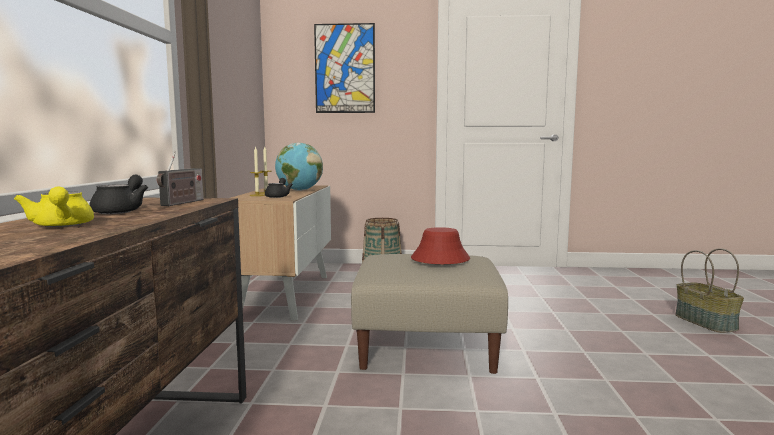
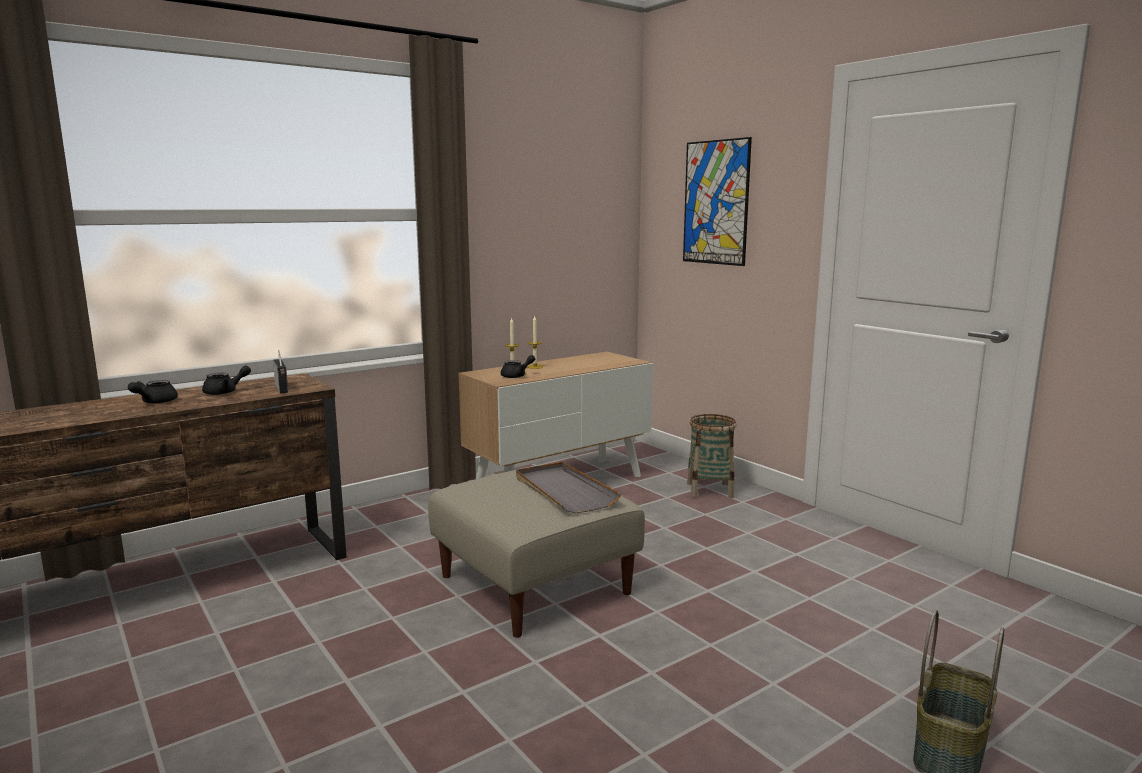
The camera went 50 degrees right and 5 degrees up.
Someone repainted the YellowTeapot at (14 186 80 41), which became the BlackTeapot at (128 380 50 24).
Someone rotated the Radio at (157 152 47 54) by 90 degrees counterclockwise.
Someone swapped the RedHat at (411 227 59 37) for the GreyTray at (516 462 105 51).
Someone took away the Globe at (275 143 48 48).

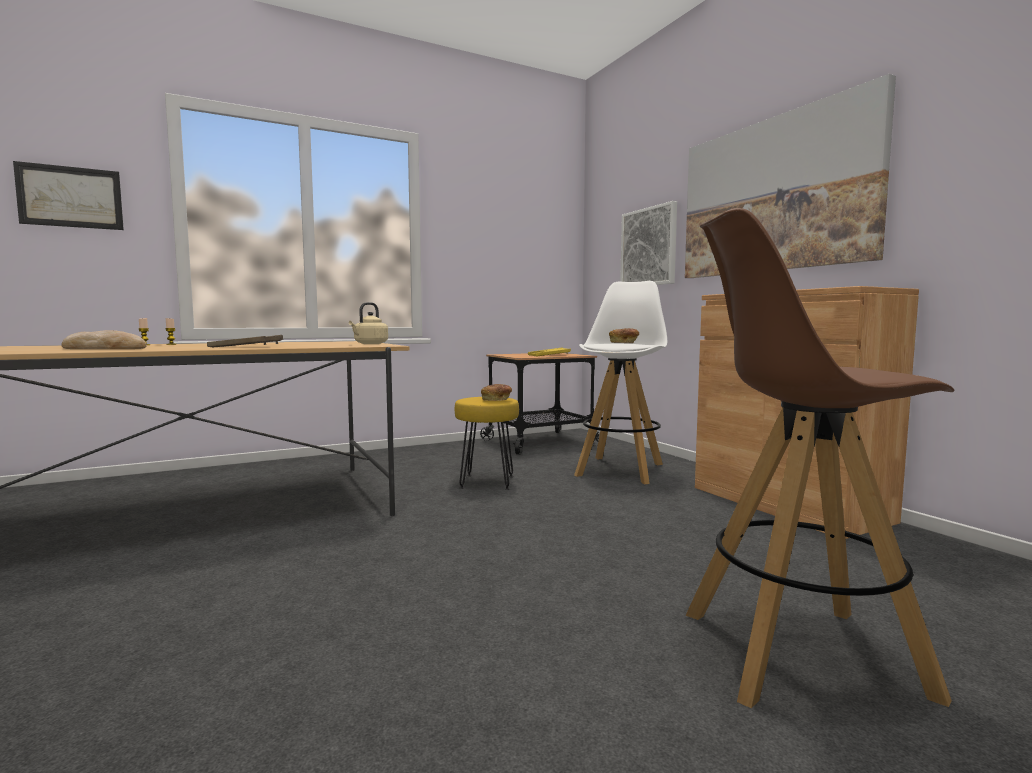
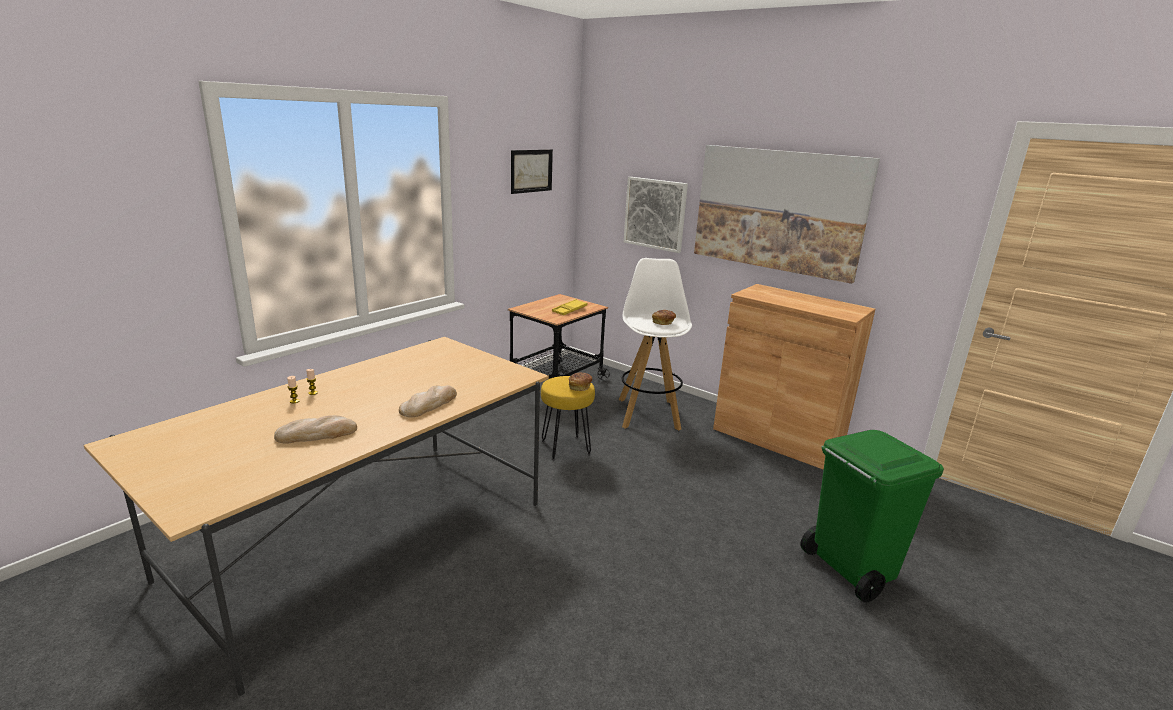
The camera went 25 degrees left and 15 degrees up.
Someone swapped the BrownTray at (207 335 76 13) for the Bread at (399 385 58 33).
Someone carried the Picture from (13 161 111 69) to (511 149 42 45).
Someone swapped the BrownStool at (685 208 270 500) for the GreenTrashCan at (801 430 143 173).
Someone took away the BeigeKettle at (349 302 39 42).

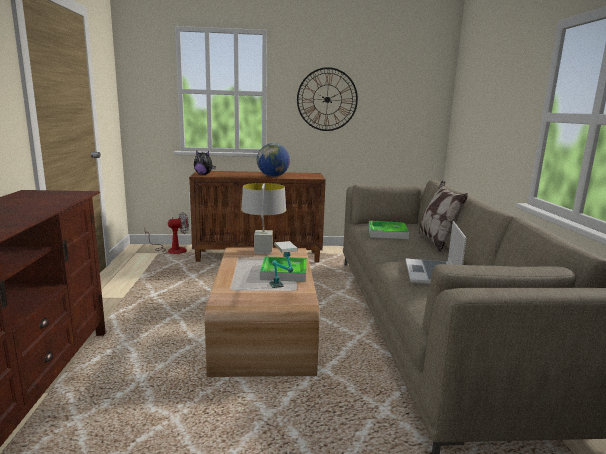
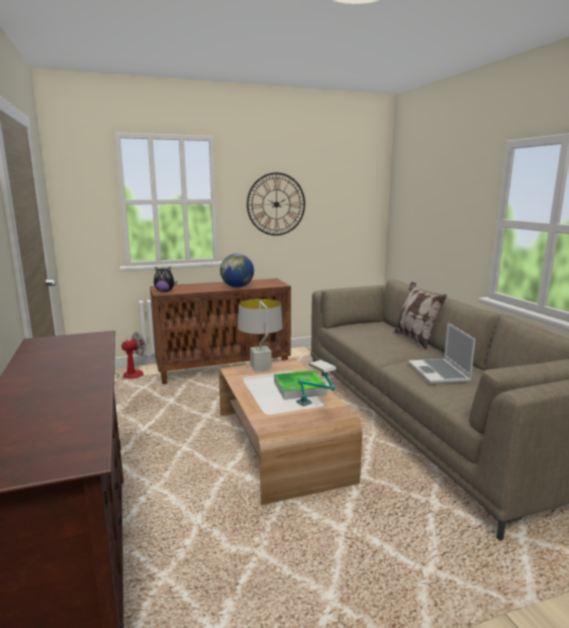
The camera went 15 degrees left and 0 degrees up.
Someone took away the Tray at (368 221 41 18).

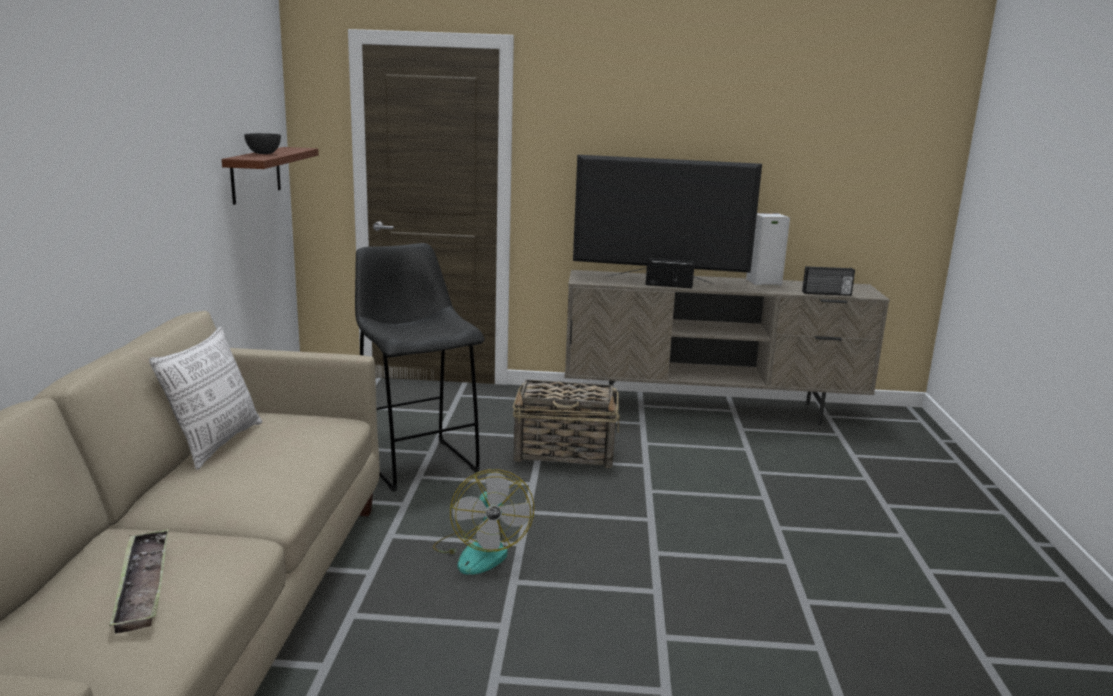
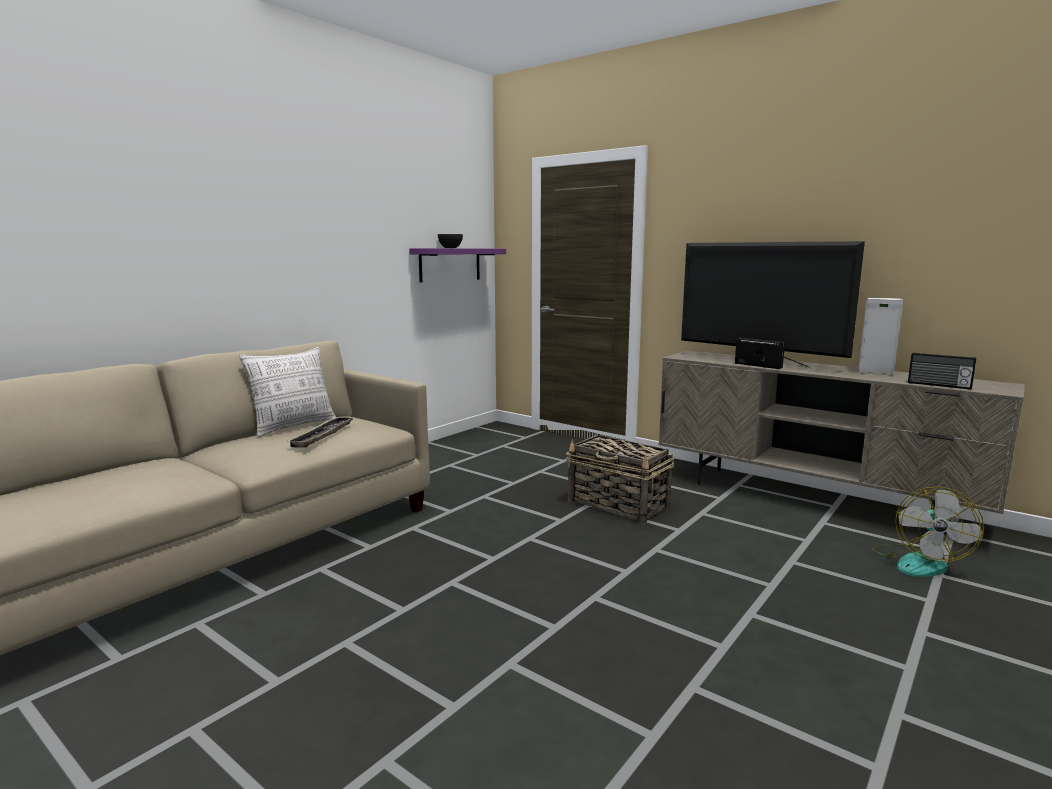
The camera went 35 degrees right and 5 degrees down.
Someone carried the Tray from (109 529 60 104) to (287 417 67 31).
Someone repainted the BrownShelf at (222 147 97 58), which became the PurpleShelf at (409 248 97 34).
Someone carried the Fan from (433 469 101 106) to (872 487 112 90).
Someone took away the BlackStool at (355 243 130 249).

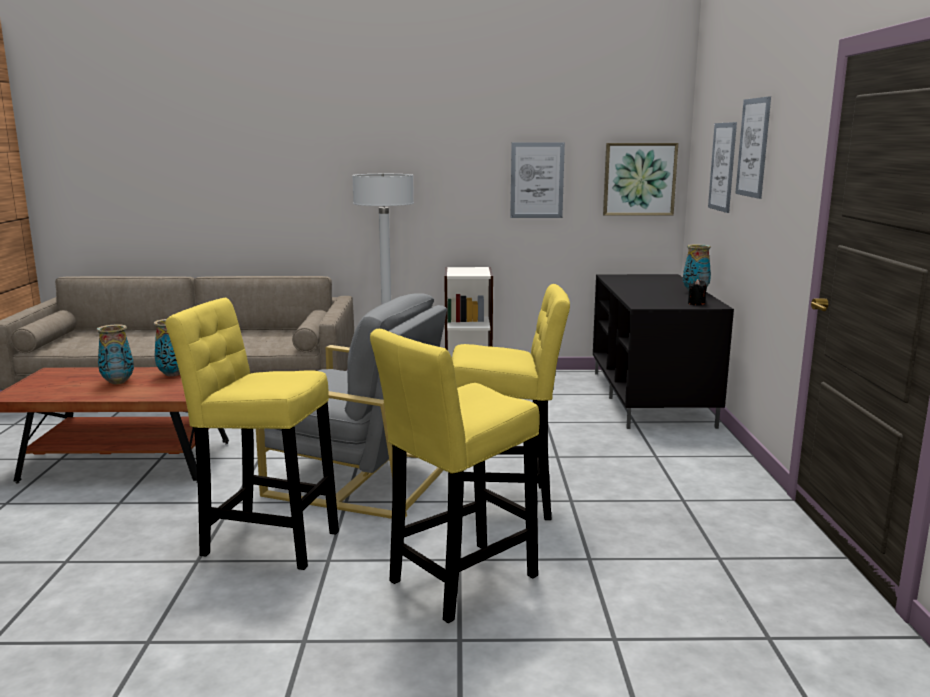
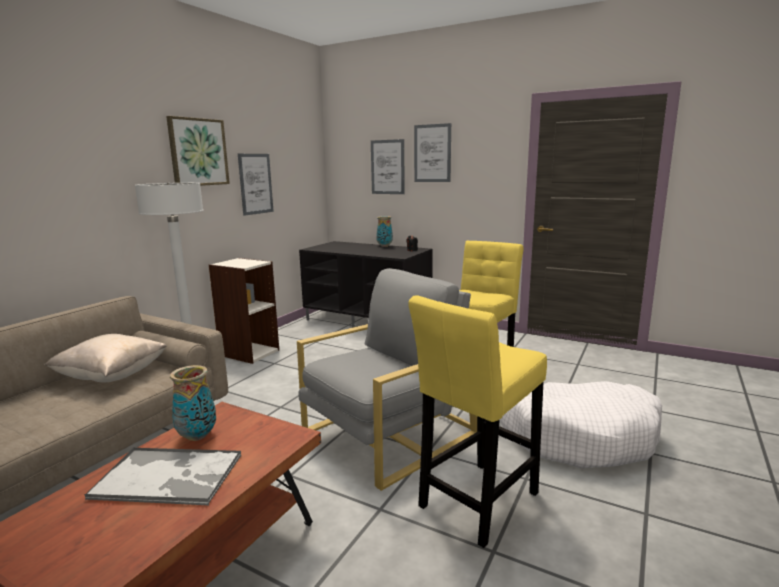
The camera went 60 degrees left and 0 degrees up.
Someone put down the BeigePillow at (44 334 123 49).
Someone swapped the Vase at (97 324 37 60) for the Tray at (84 447 157 58).
Someone carried the Picture from (603 143 75 73) to (166 116 64 70).
Someone swapped the YellowStool at (370 329 170 294) for the WhiteDogBed at (501 381 161 87).

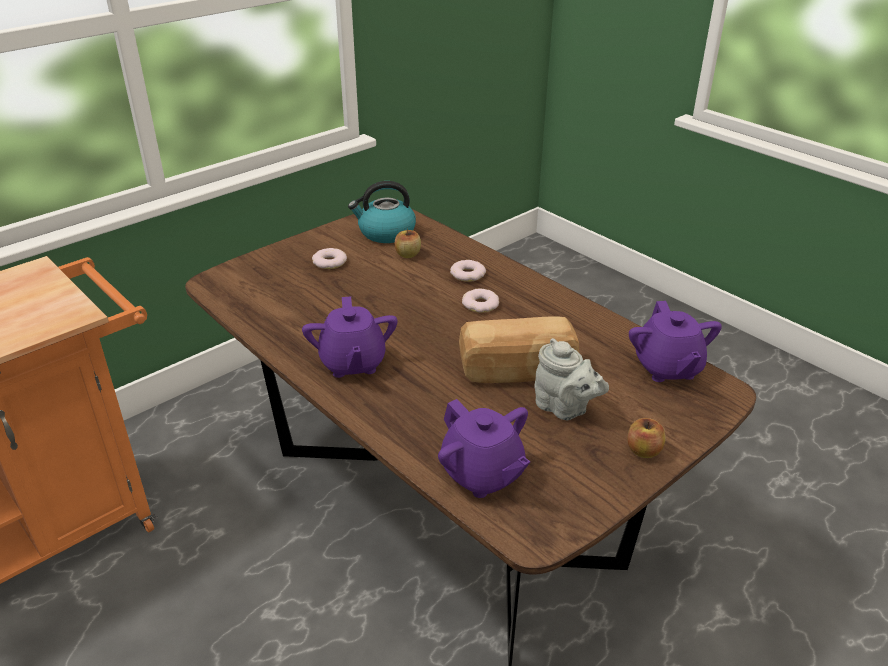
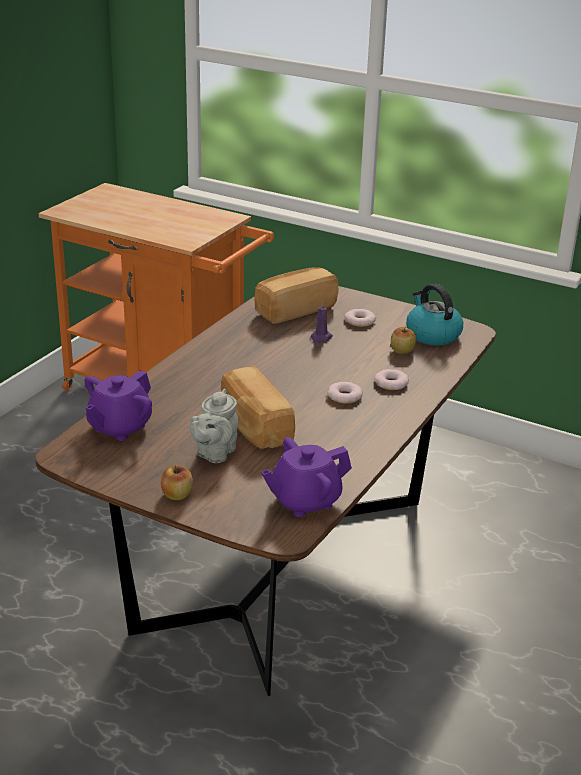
The camera went 70 degrees right and 5 degrees down.
Someone put down the Bread at (254 267 85 57).
Someone put down the PurpleCandle at (311 302 22 41).
Someone took away the PurpleTeapot at (302 297 96 81).

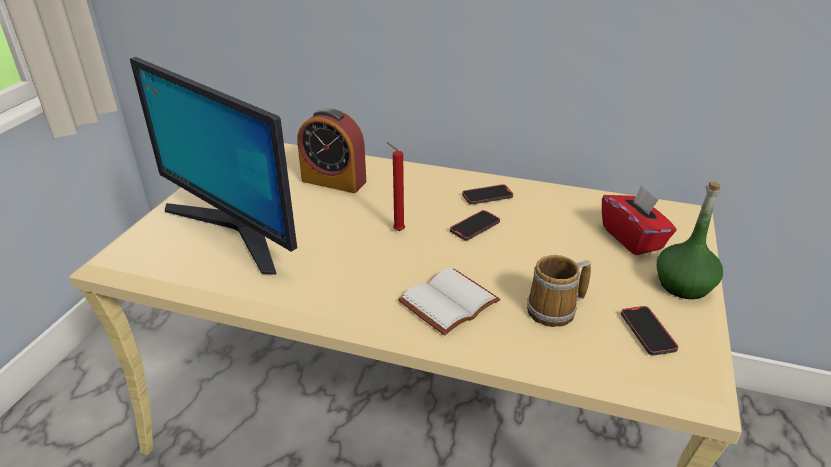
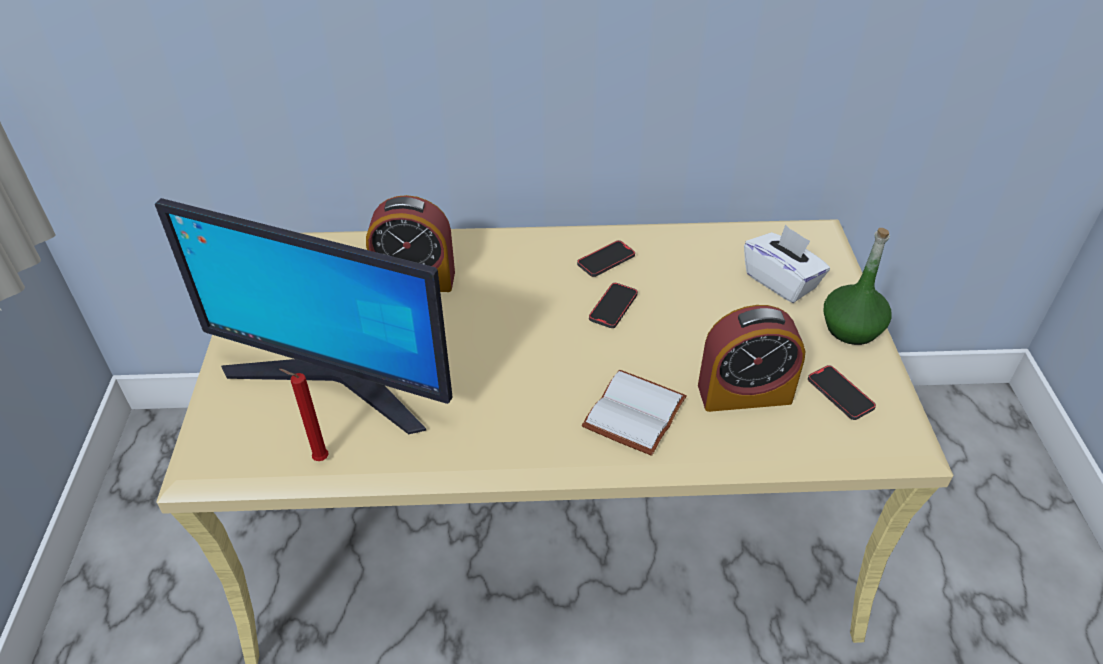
The camera went 20 degrees left and 10 degrees up.
Someone carried the RedCandle from (387 142 18 89) to (279 369 50 92).
Someone swapped the Mug at (527 255 64 72) for the AlarmClock at (698 305 107 107).
Someone repainted the RedTissueBox at (602 185 75 70), which became the WhiteTissueBox at (744 225 86 78).

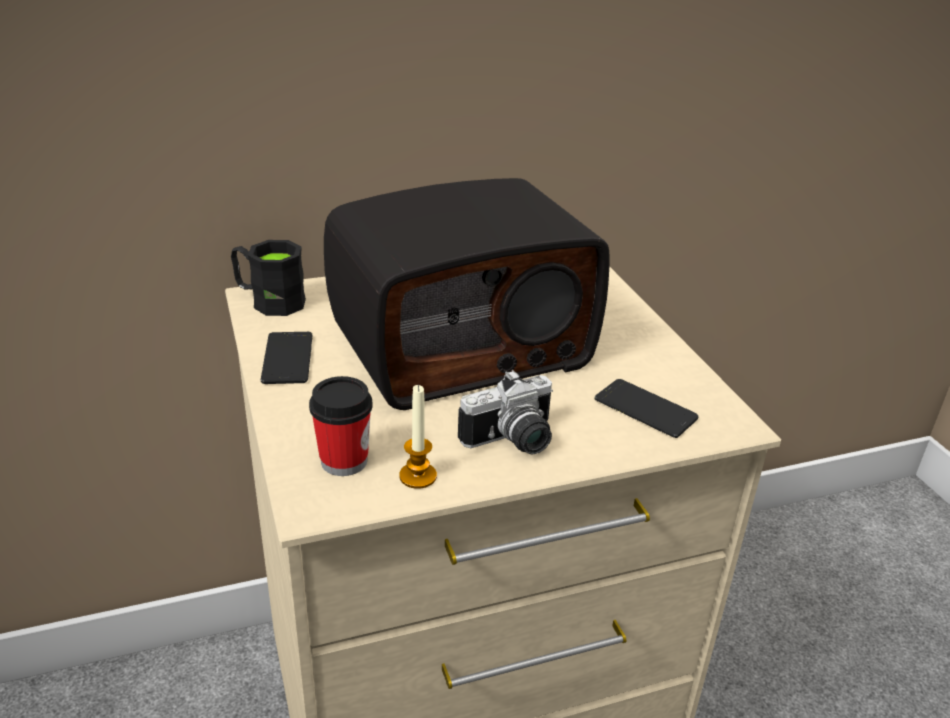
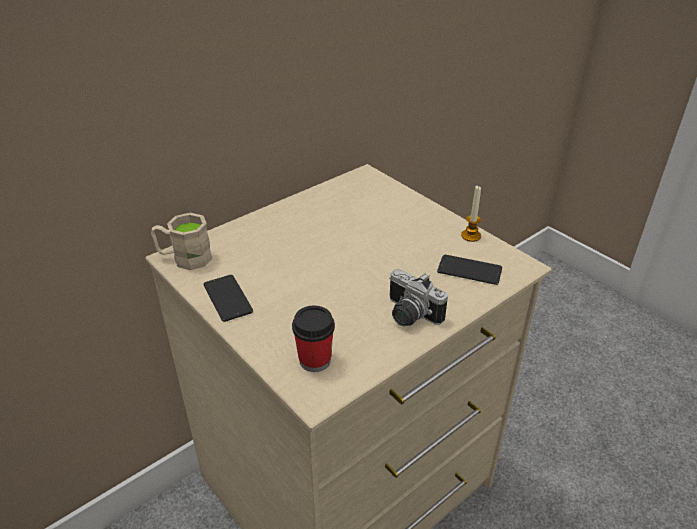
The camera went 20 degrees left and 5 degrees up.
Someone repainted the BlackMug at (231 240 75 76), which became the BeigeMug at (151 213 61 57).
Someone rotated the PhotoCamera at (458 370 95 84) by 90 degrees clockwise.
Someone carried the Candle from (399 385 38 104) to (461 185 20 57).
Someone took away the Radio at (324 178 286 232).

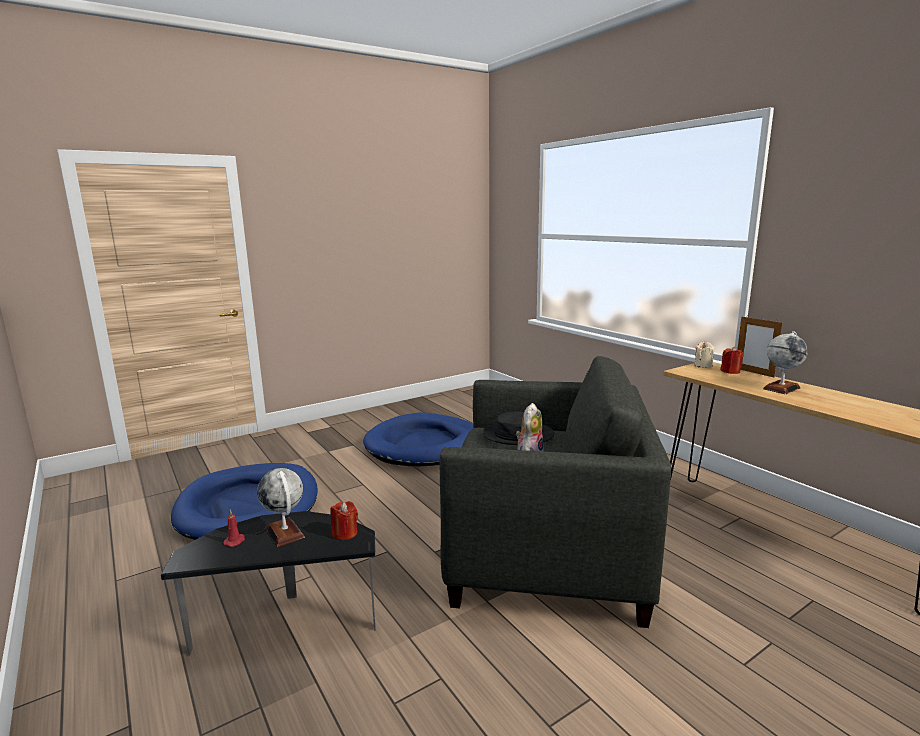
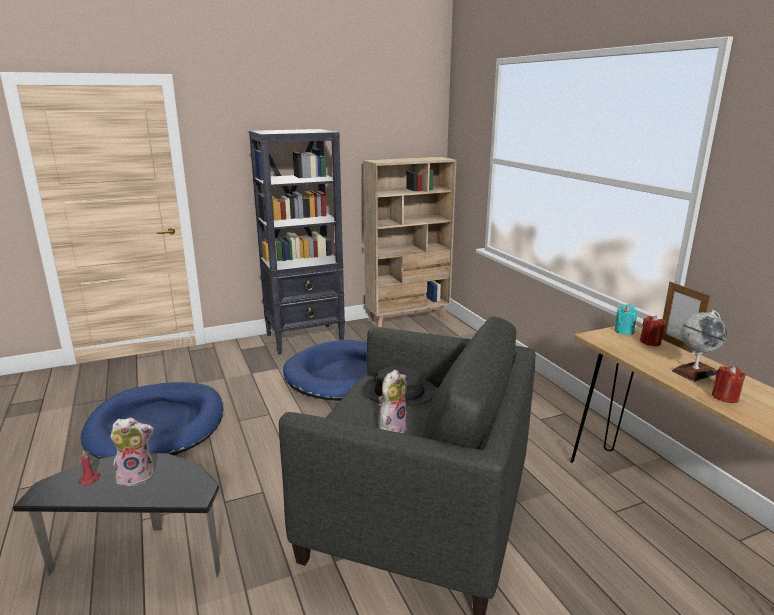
The camera went 10 degrees right and 5 degrees up.
Someone swapped the Globe at (257 468 48 79) for the PlushToy at (110 417 44 69).
Someone put down the BlackBookcase at (249 129 96 226).
Someone put down the BeigeBookcase at (363 157 94 170).
Someone repainted the BeigeCandle at (694 342 20 26), which became the TurquoiseCandle at (614 304 24 31).
Someone carried the RedCandle from (330 501 28 39) to (712 366 34 37).

